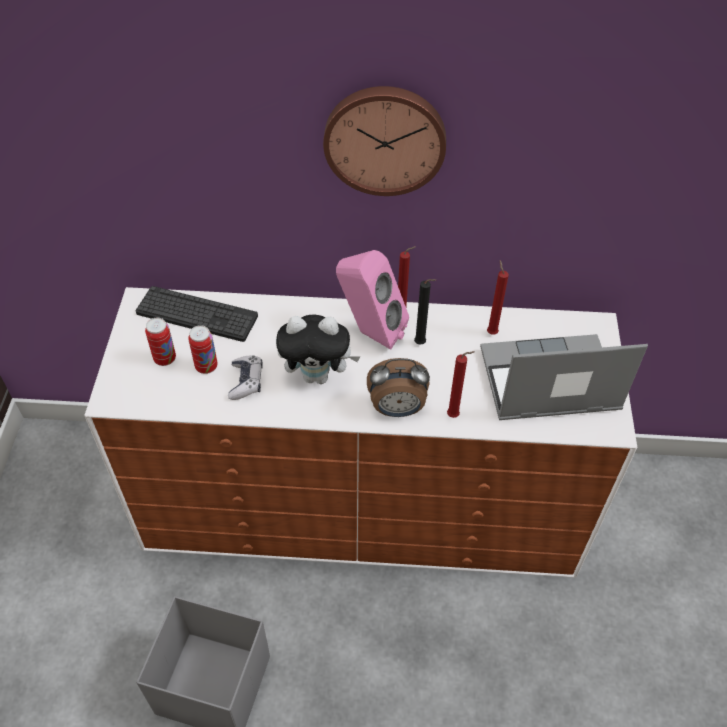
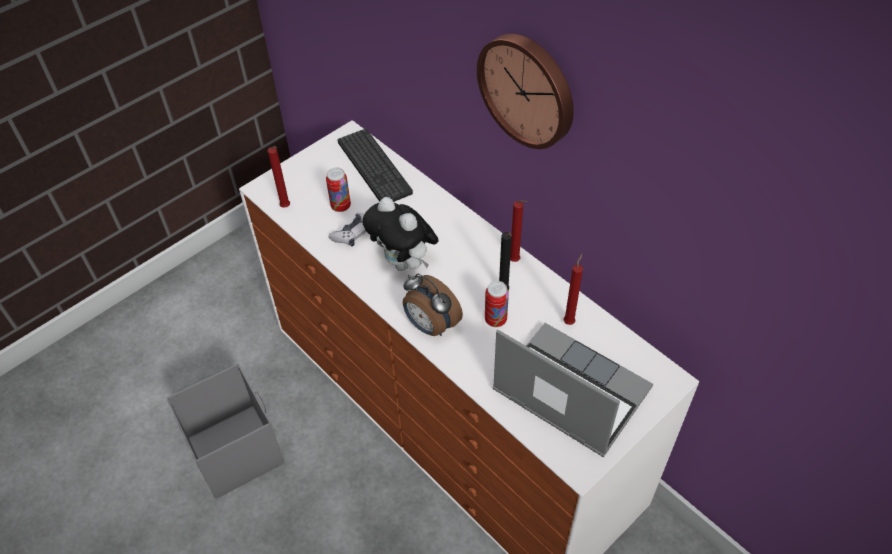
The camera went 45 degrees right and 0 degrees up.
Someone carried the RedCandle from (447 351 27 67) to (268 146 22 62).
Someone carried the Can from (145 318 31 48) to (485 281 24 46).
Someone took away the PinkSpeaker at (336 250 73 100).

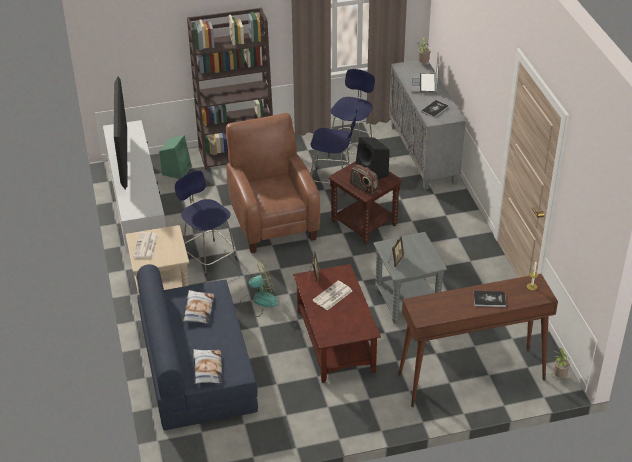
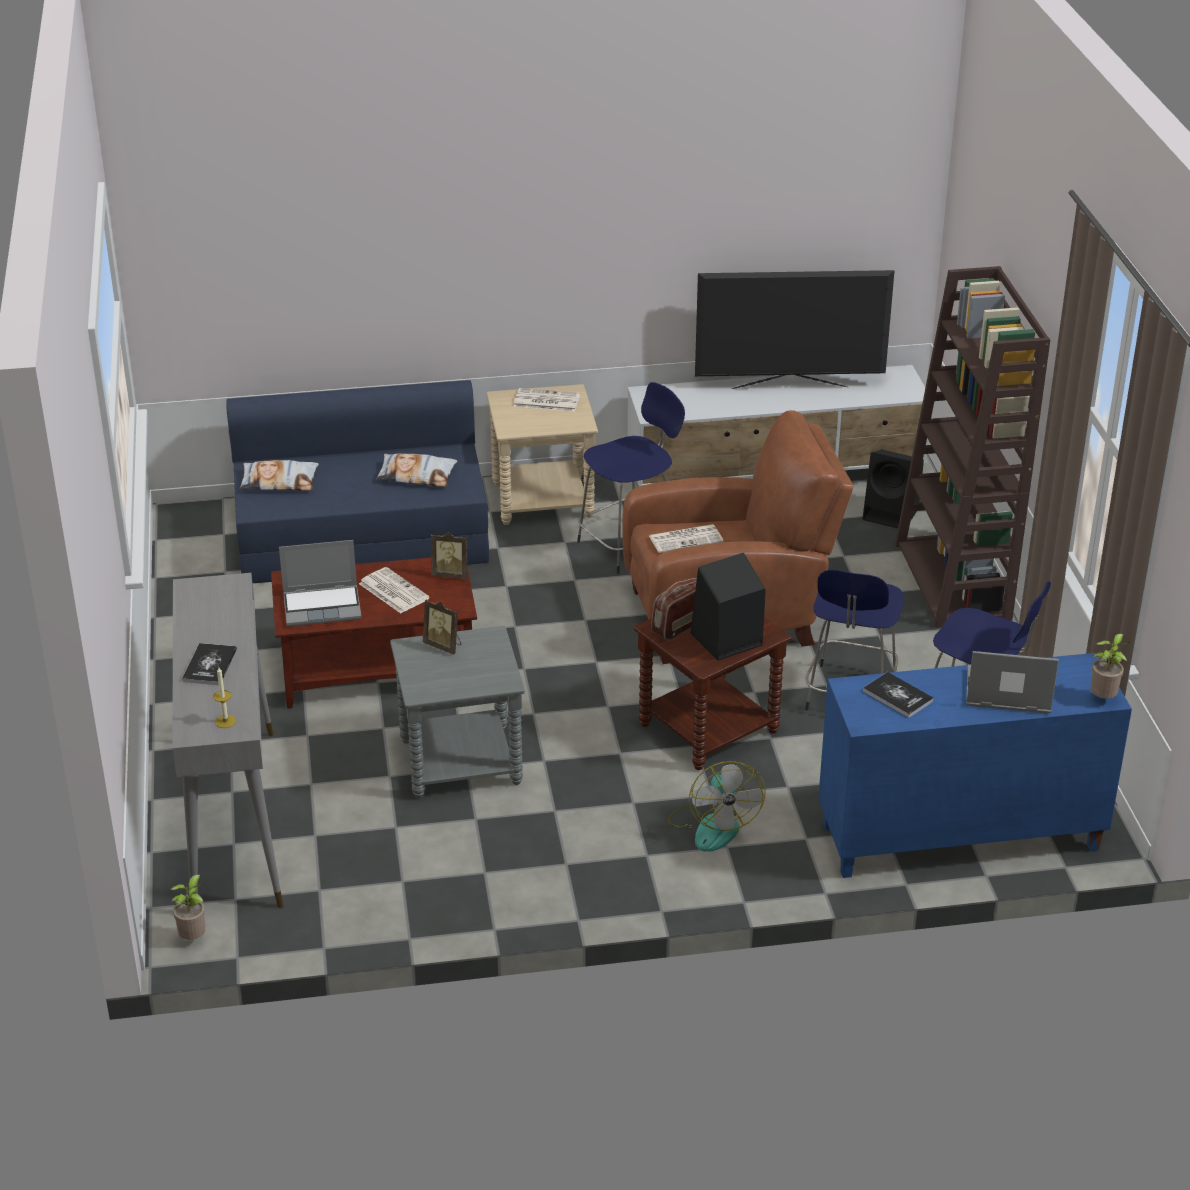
The camera went 95 degrees right and 5 degrees down.
Someone repainted the BrownConsoleTable at (398 274 160 133), which became the GreyConsoleTable at (172 573 111 335).
Someone put down the Laptop at (279 540 83 86).
Someone put down the Newspaper at (649 524 75 29).
Someone carried the Fan from (240 261 39 56) to (668 761 98 91).
Someone repainted the GreyCabinet at (389 60 77 129), which became the BlueCabinet at (818 653 314 225).
Someone repainted the GreenSpeaker at (159 135 33 44), which became the BlackSpeaker at (863 450 61 78).

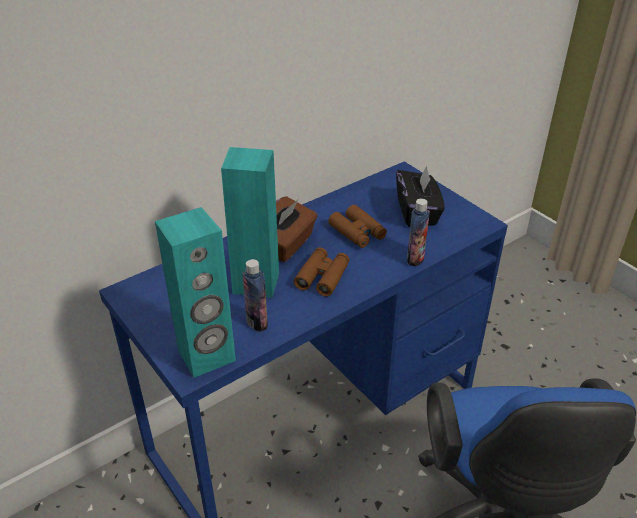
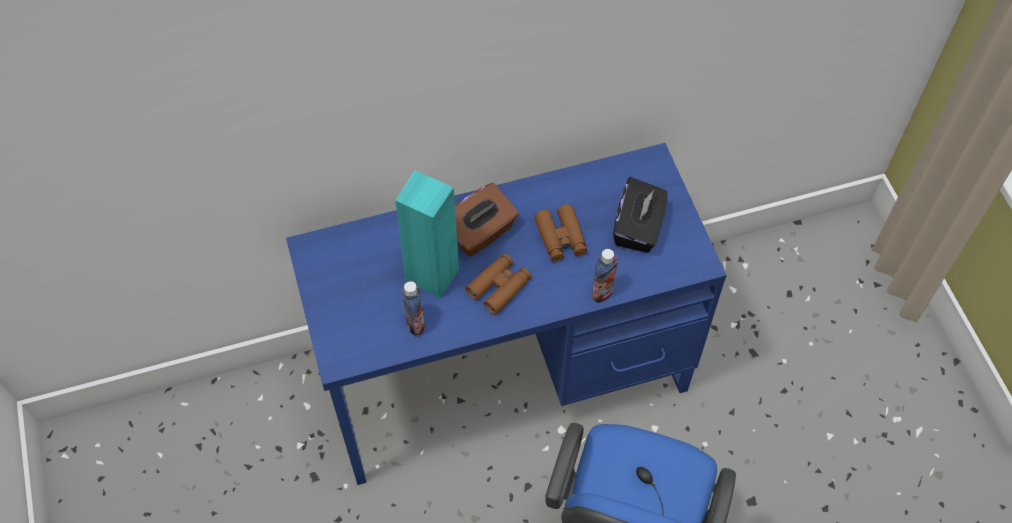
The camera went 20 degrees right and 20 degrees up.
Someone took away the TurquoiseSpeaker at (155 207 81 171).

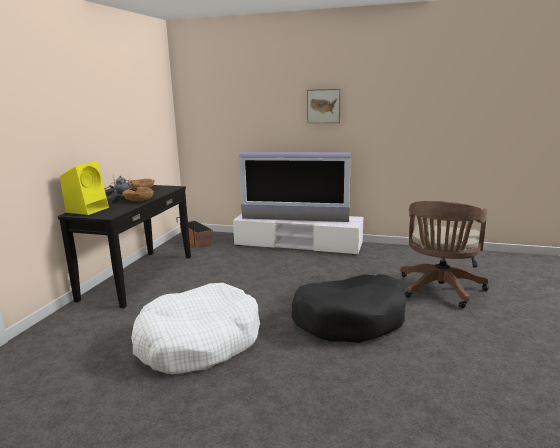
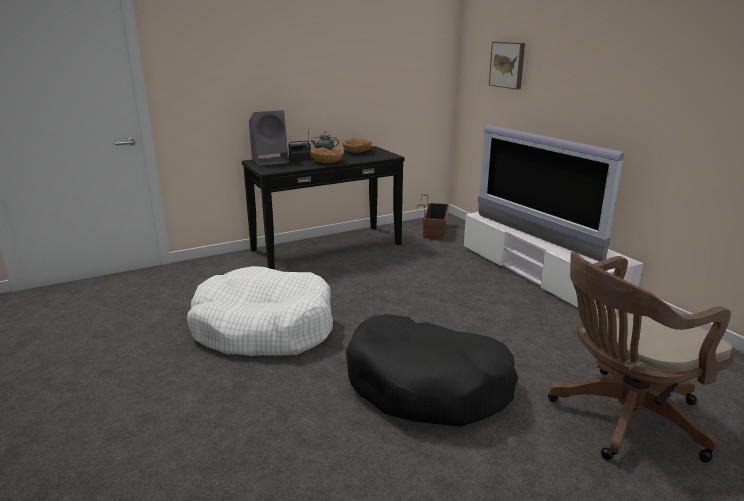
The camera went 45 degrees right and 5 degrees up.
Someone repainted the YellowSpeaker at (60 161 49 54), which became the GreySpeaker at (249 110 40 56).
Someone carried the Picture from (307 89 34 34) to (489 42 36 47).

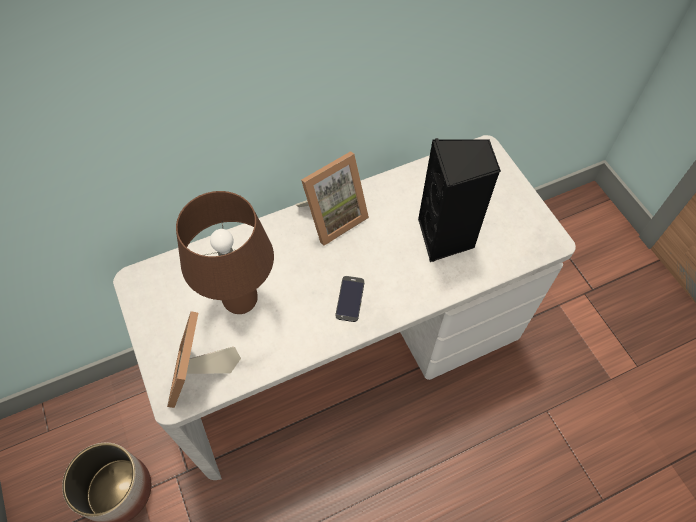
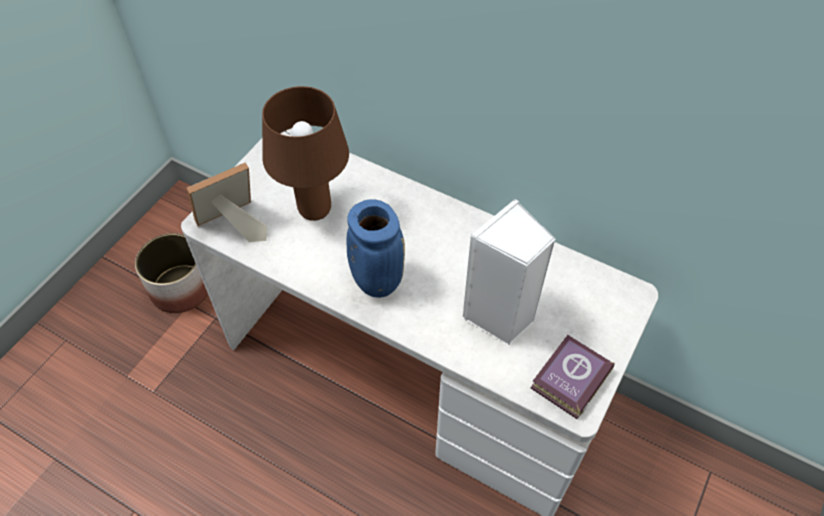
The camera went 55 degrees right and 5 degrees down.
Someone swapped the Phone at (336 276 28 46) for the BlueVase at (347 199 58 99).
Someone repainted the BlackSpeaker at (418 138 83 124), which became the WhiteSpeaker at (462 199 94 147).
Someone put down the Book at (531 335 84 84).
Someone took away the PictureFrame at (296 151 73 95).

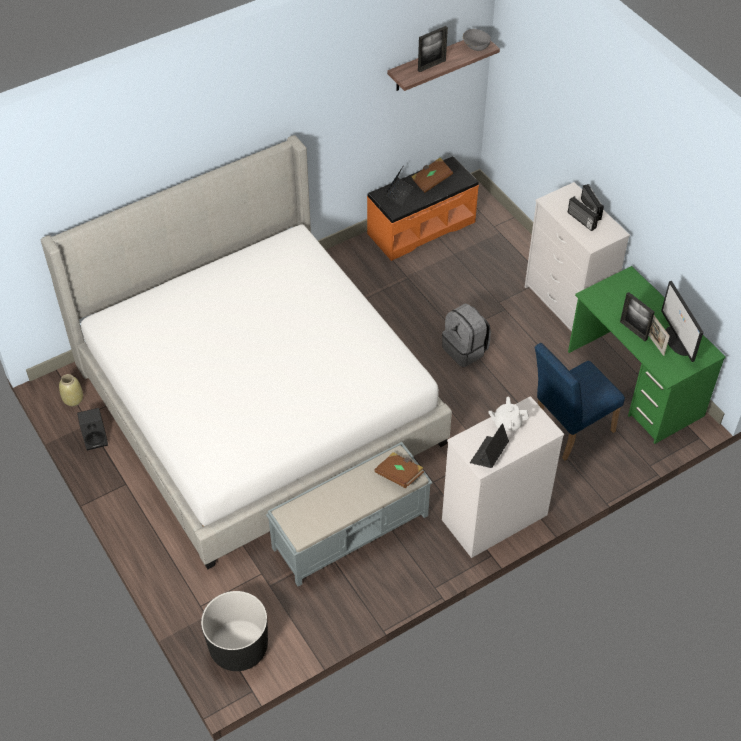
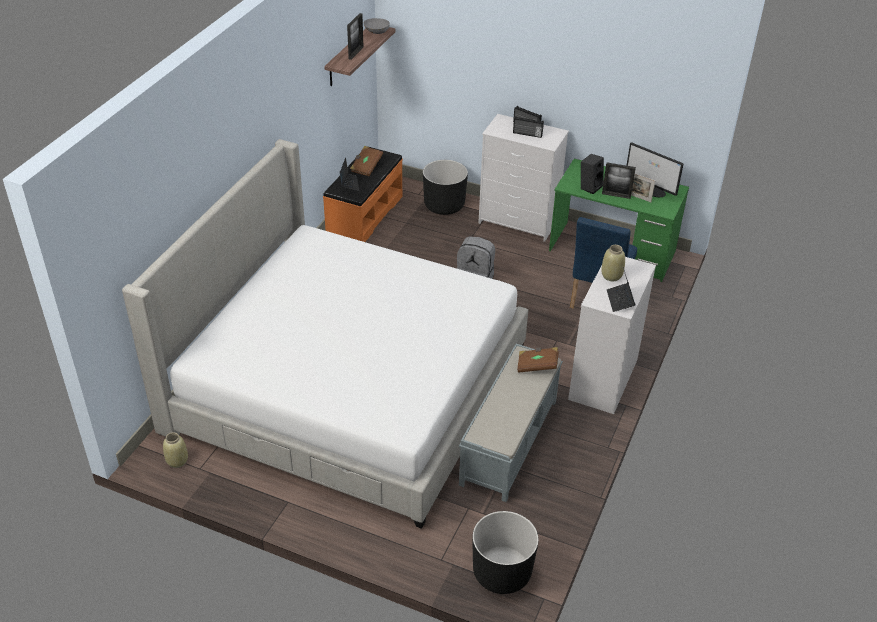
The camera went 35 degrees left and 10 degrees down.
Someone put down the BlackPlanter at (423 160 45 55).
Someone carried the BlackSpeaker from (77 408 31 42) to (581 154 23 40).
Someone swapped the WhiteTeapot at (488 397 41 34) for the BeigeVase at (601 245 24 36).

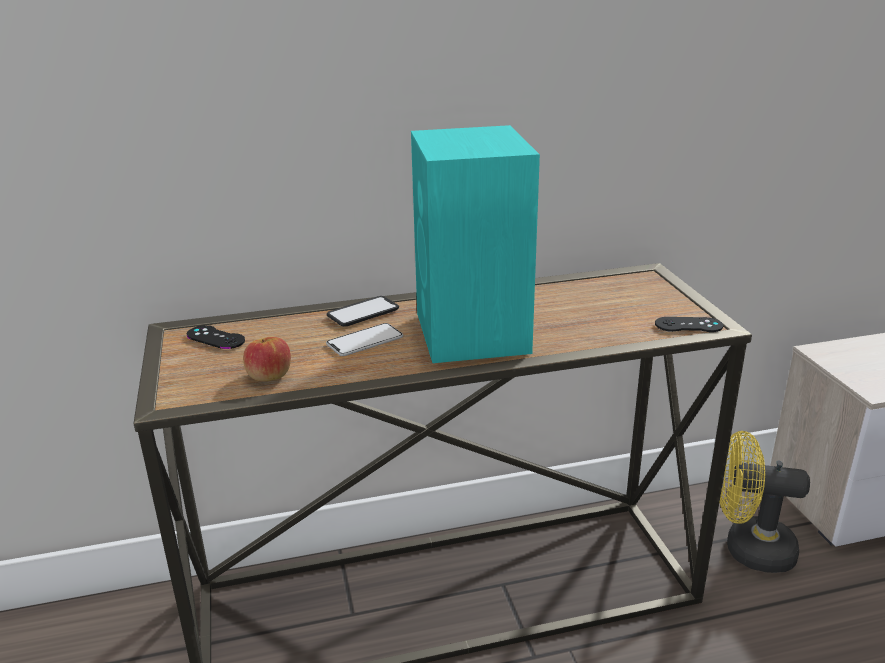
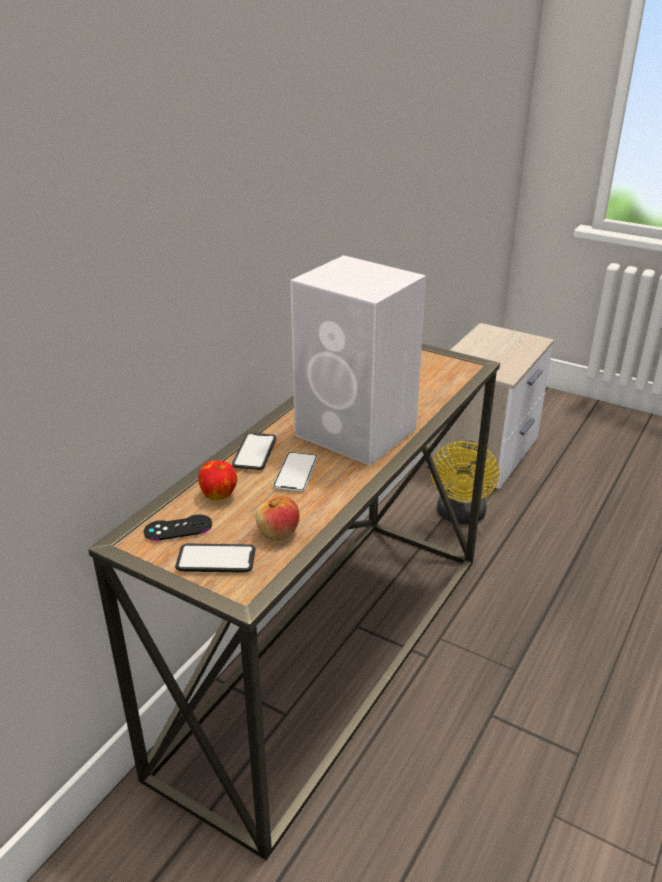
The camera went 45 degrees left and 5 degrees up.
Someone put down the Phone at (175 544 81 29).
Someone put down the Apple at (198 460 39 40).
Someone repainted the TurquoiseSpeaker at (411 125 129 238), which became the WhiteSpeaker at (290 255 136 211).
Someone rotated the YellowFan at (719 431 91 142) by 45 degrees counterclockwise.
Someone took away the BlackGameController at (655 317 68 15).

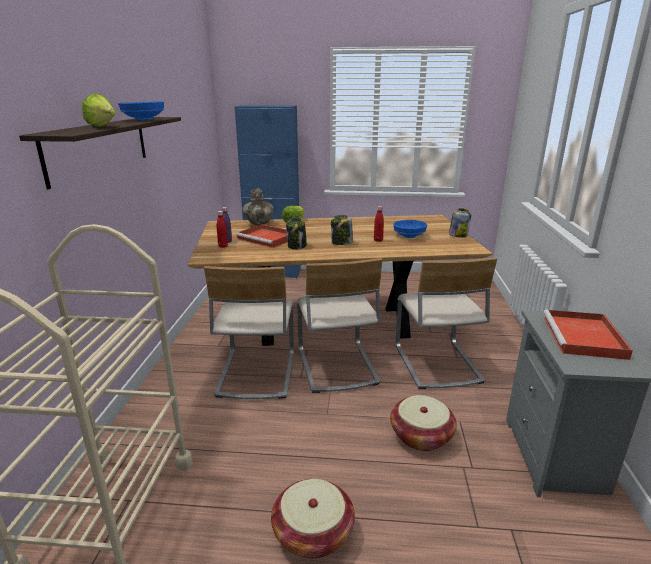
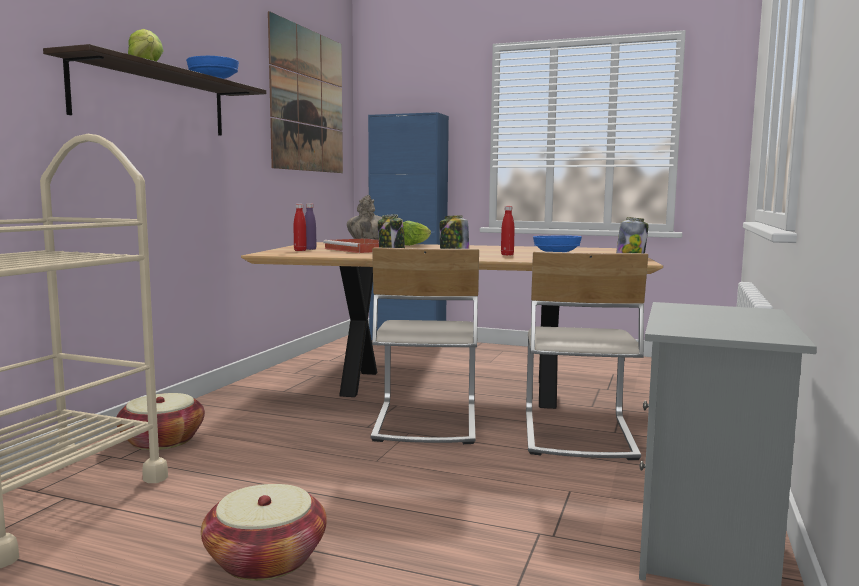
The camera went 15 degrees right and 15 degrees down.
Someone carried the Basket from (390 395 67 56) to (117 393 88 57).
Someone put up the Picture at (268 11 75 162).
Someone took away the BeigeChair at (204 266 90 133).
Someone took away the RedTray at (543 310 90 50).

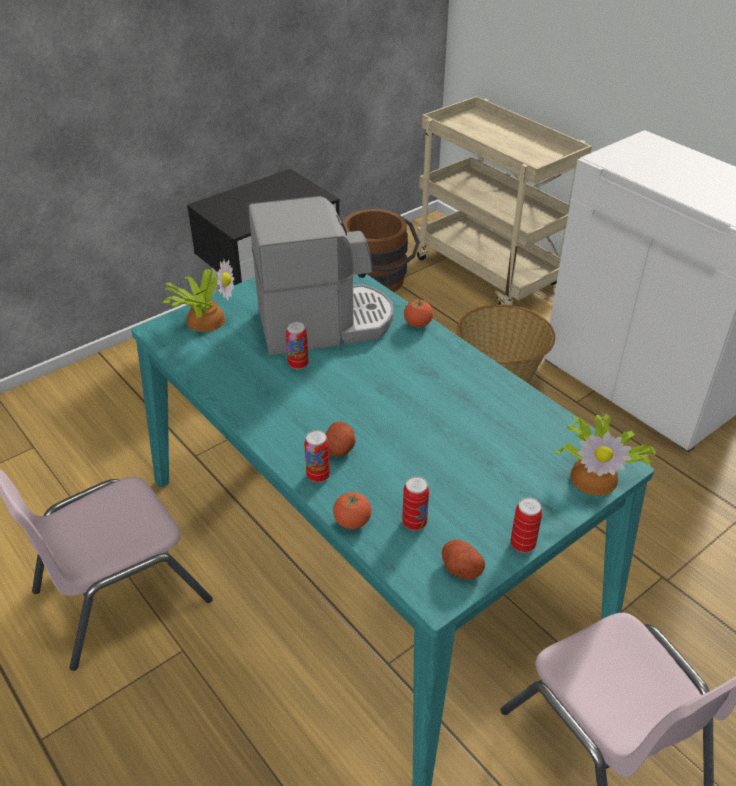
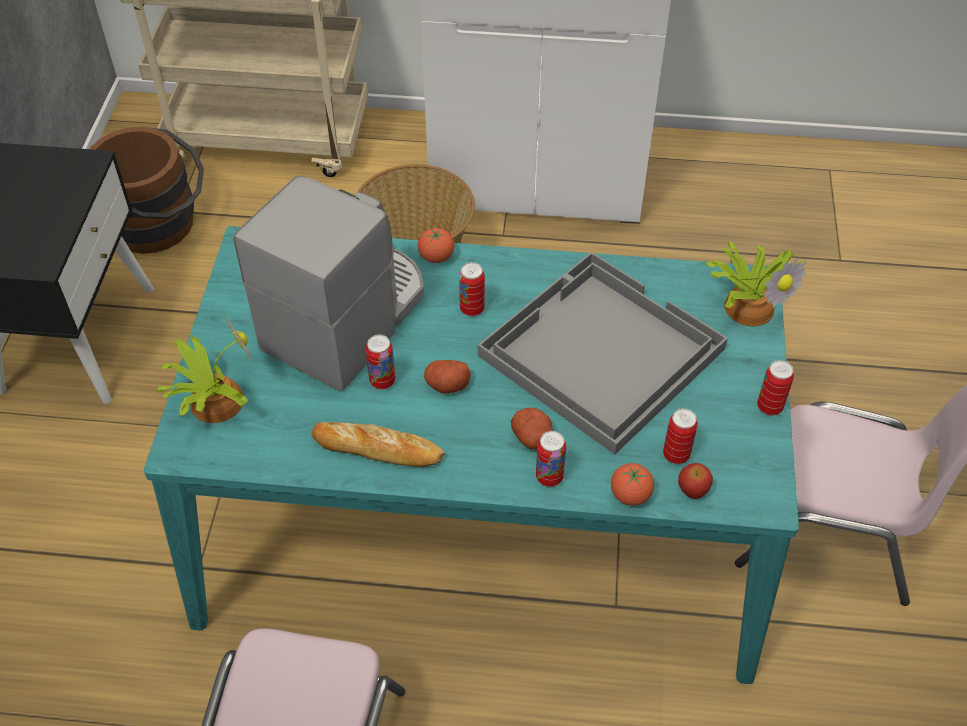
The camera went 45 degrees left and 10 degrees up.
Someone put down the Bread at (312 422 132 45).
Someone carried the Potato from (442 540 43 40) to (424 360 47 34).
Someone put down the Can at (459 262 26 54).
Someone put down the GreyTray at (478 252 250 203).
Someone put down the Apple at (678 463 35 36).

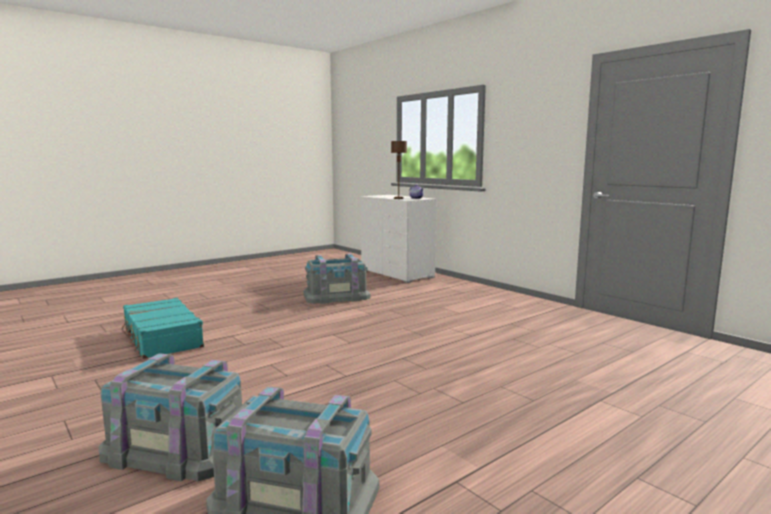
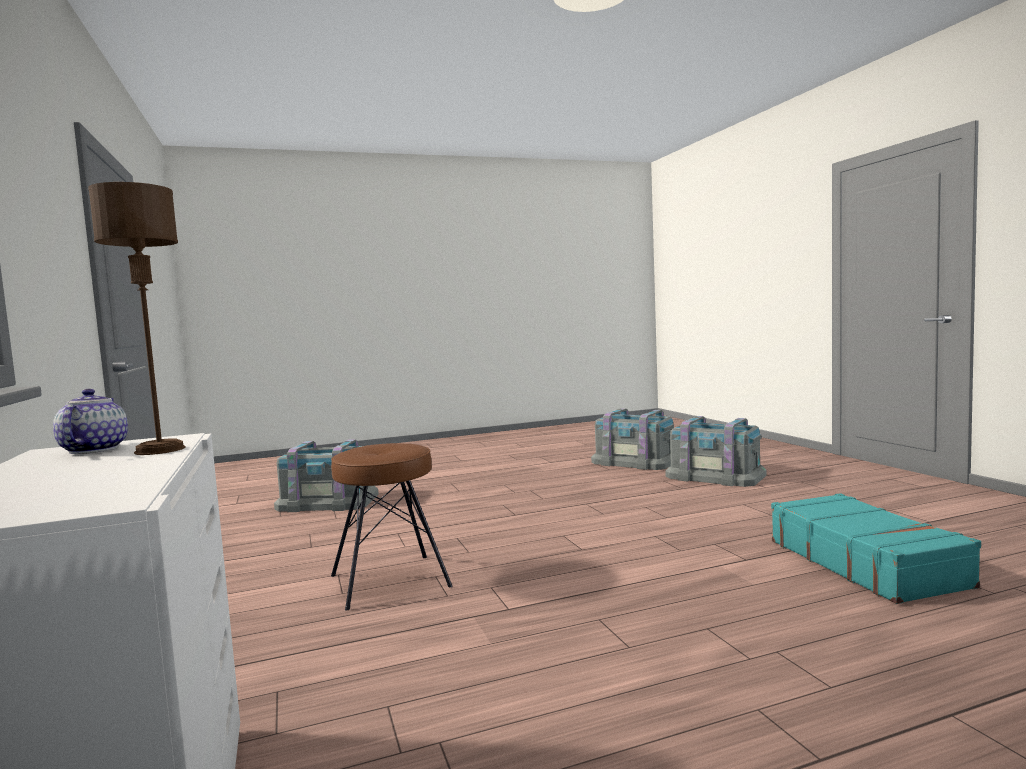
The camera went 160 degrees left and 5 degrees down.
Someone carried the GreyStorageBox from (304 254 67 50) to (274 439 105 73).
Someone put down the BrownStool at (331 443 122 168).

